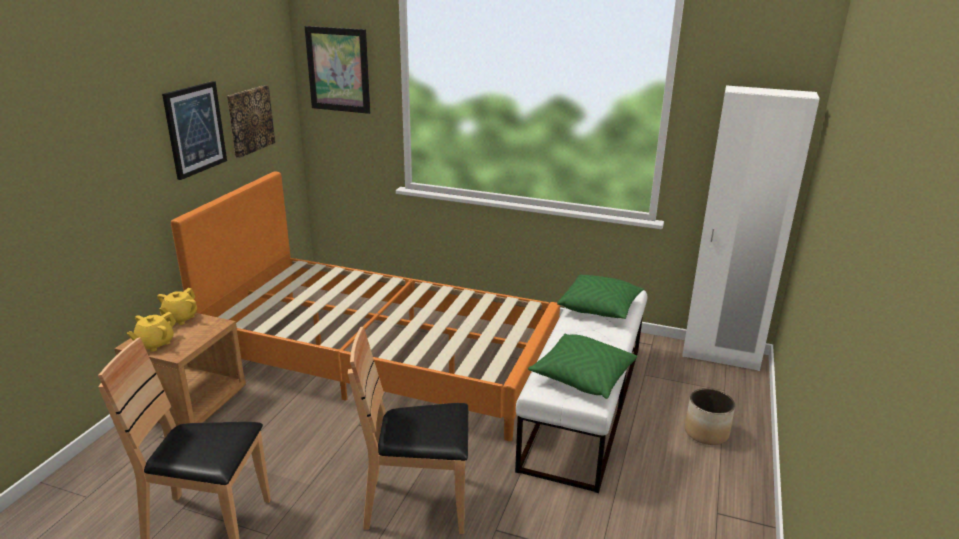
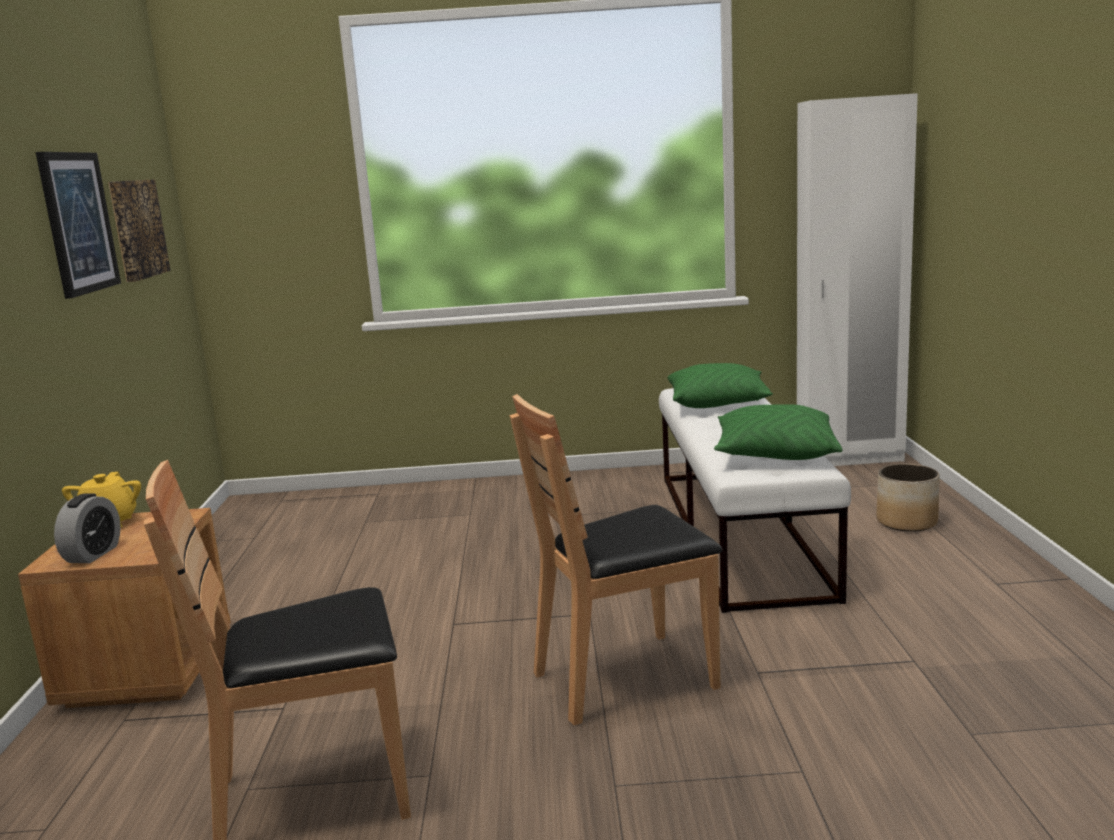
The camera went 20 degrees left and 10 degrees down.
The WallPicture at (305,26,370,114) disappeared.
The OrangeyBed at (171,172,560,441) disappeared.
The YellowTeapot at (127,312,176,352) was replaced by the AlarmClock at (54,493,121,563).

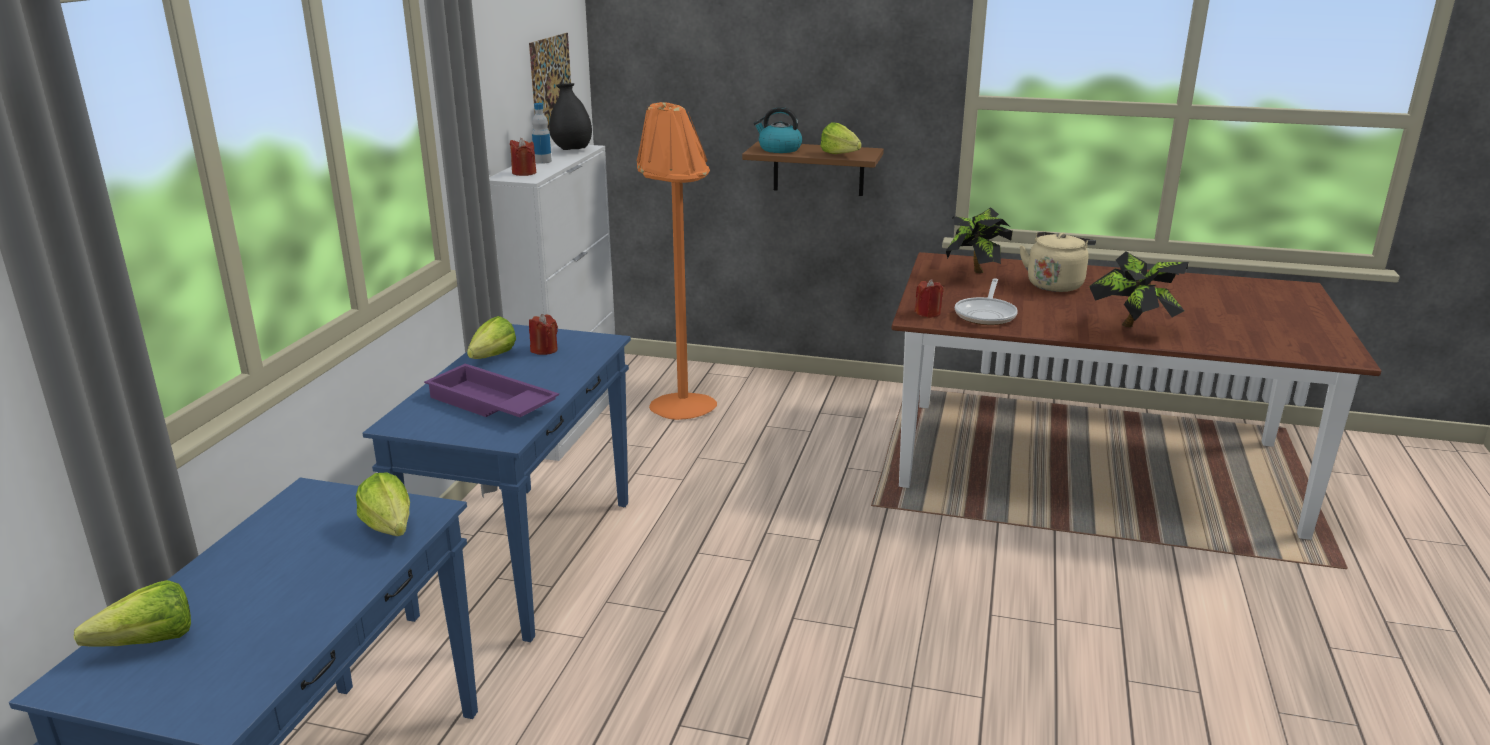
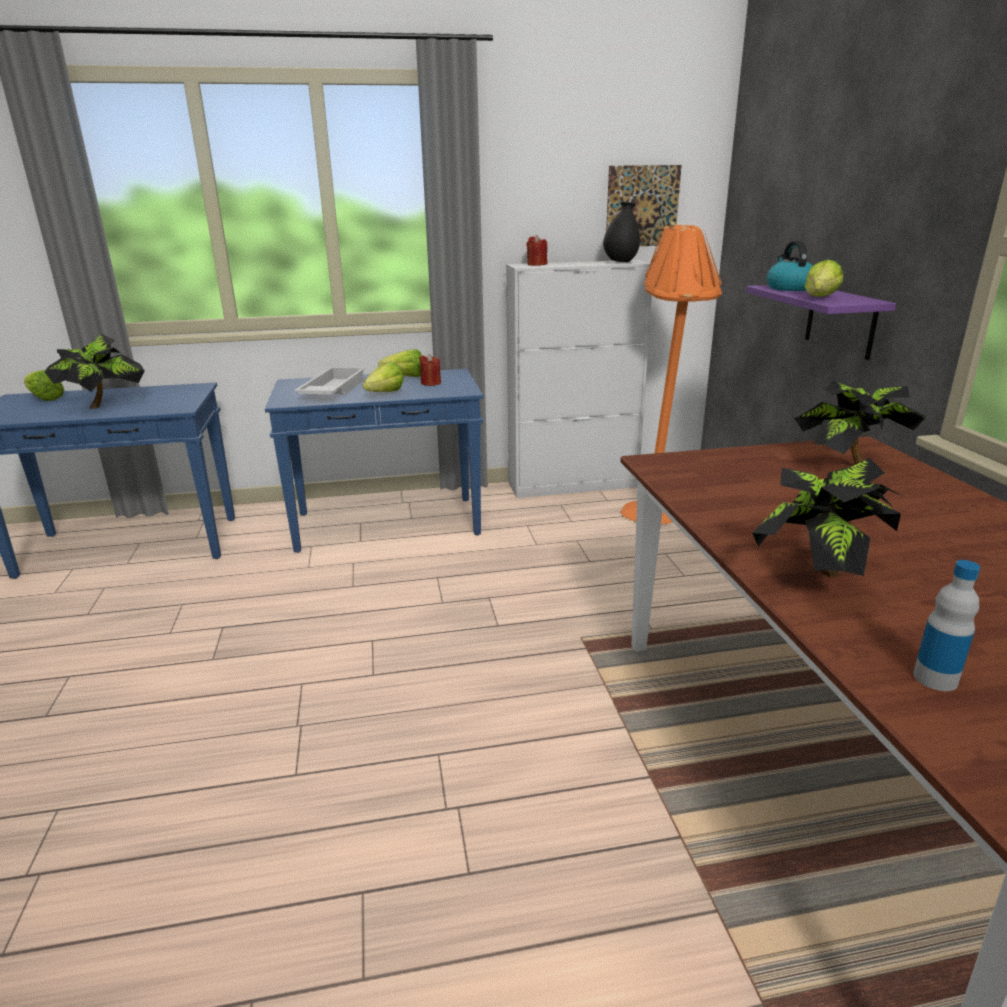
The camera went 65 degrees right and 0 degrees up.
The BeverageBottle moved from (532,103,552,164) to (913,560,981,691).
The BrownishWallShelf at (742,142,884,196) became the PurplishWallShelf at (746,285,896,360).
The SandColouredWaterKettle at (1020,232,1096,292) disappeared.
The Skillet at (955,278,1018,325) disappeared.
The RedCandle at (915,279,944,318) disappeared.
The PurplishServingTray at (424,364,559,417) became the WhiteServingTray at (295,367,365,395).
The LettuceHead moved from (356,472,410,536) to (363,361,404,392).
The PlantInAPot at (44,334,145,409) appeared.

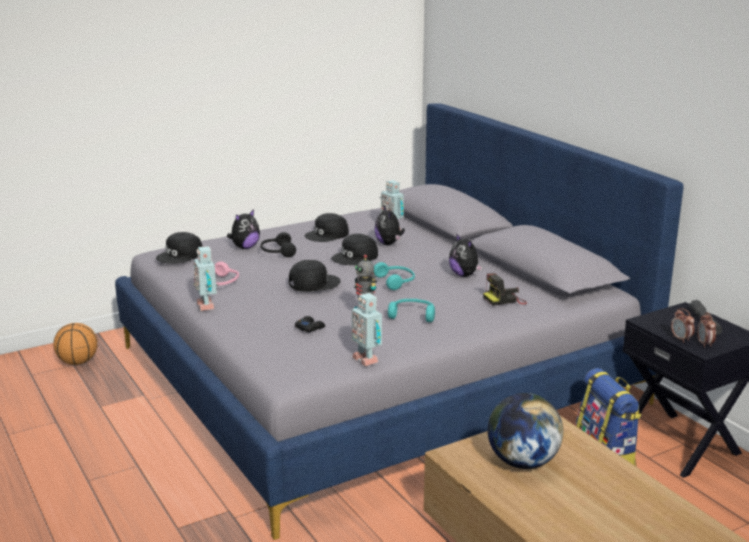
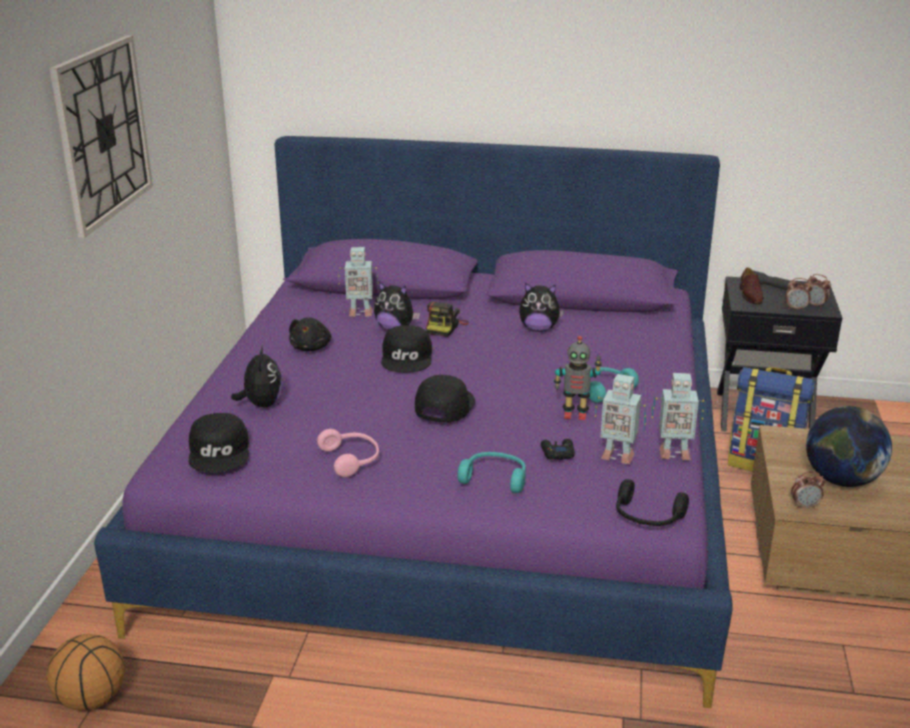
The camera went 50 degrees left and 5 degrees up.
The GreyBed at (115,103,684,540) became the PurplishBed at (94,136,733,708).
The BlackBaseballCap at (304,213,349,242) was replaced by the BlackCuddlyToy at (289,317,331,351).
The BlackHeadphones moved from (260,232,296,257) to (616,479,689,526).
The RobotFigure moved from (194,246,218,311) to (595,374,646,464).
The TurquoiseHeadphones moved from (373,262,415,290) to (457,452,526,493).
The PhotoCamera moved from (483,273,527,306) to (426,302,469,337).
The ClockOnTheWall at (49,35,153,238) appeared.
The BrownishItemOfFootwear at (740,268,763,304) appeared.
The AlarmClock at (791,472,825,509) appeared.

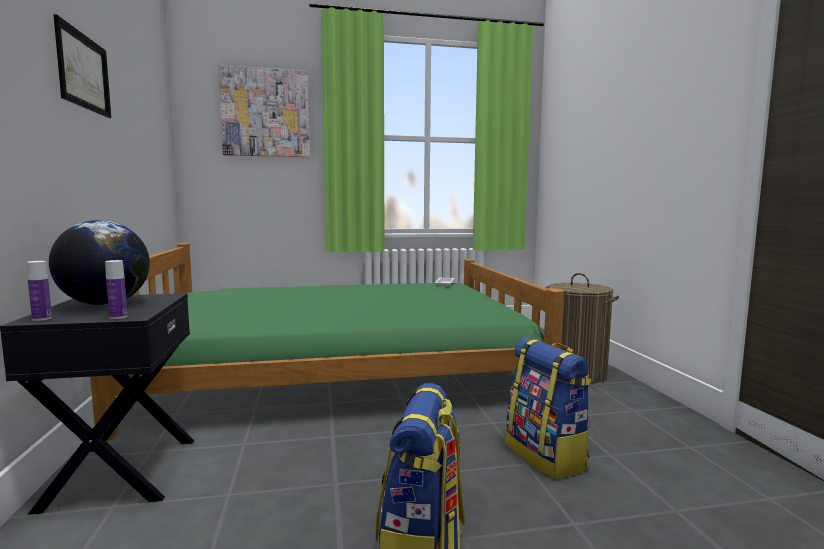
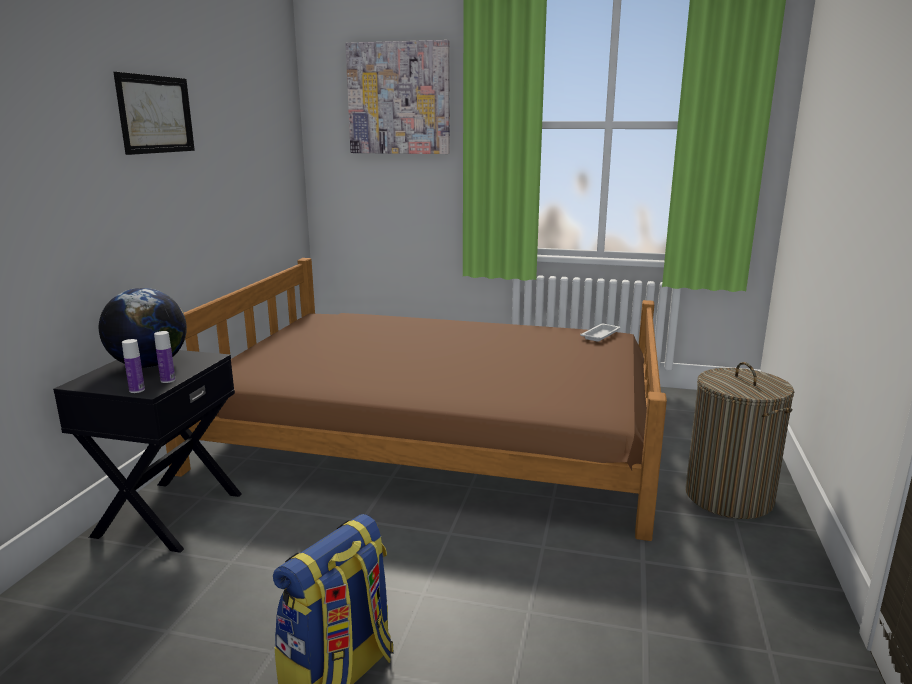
The camera went 25 degrees right and 10 degrees up.
The GreenBed at (90,243,564,441) became the BrownishBed at (166,258,667,541).
The BeverageBottle moved from (26,261,52,321) to (154,331,175,383).
The Backpack at (506,337,592,480) disappeared.

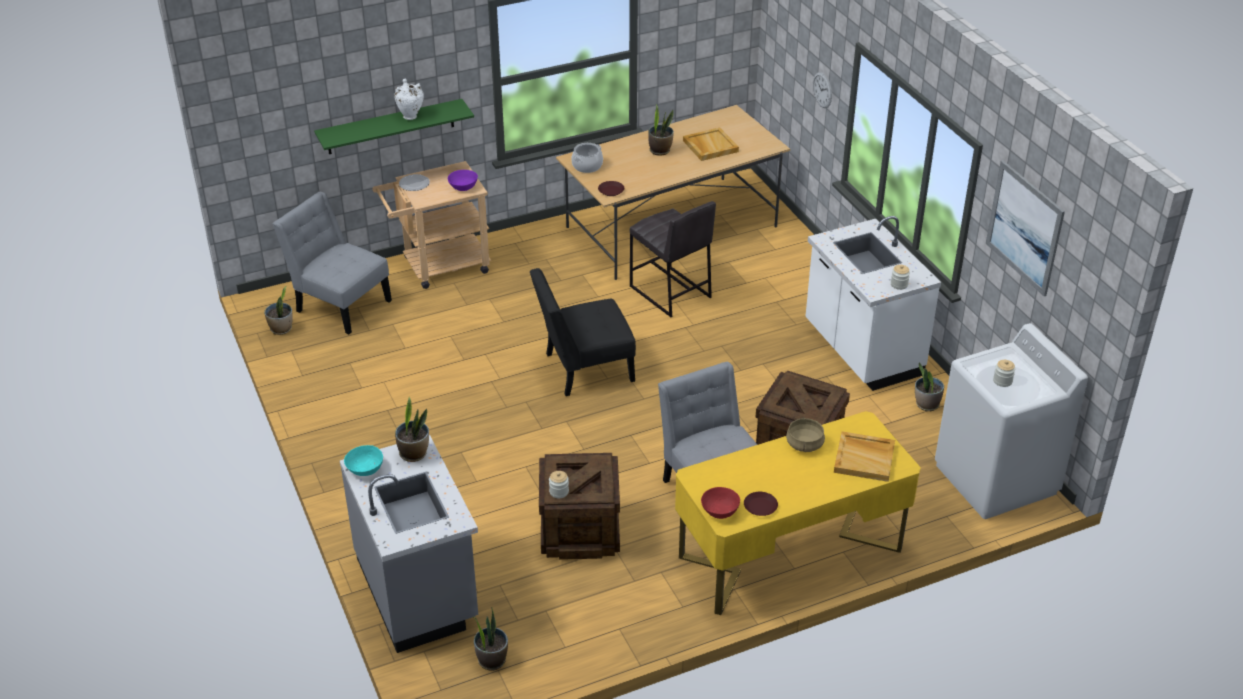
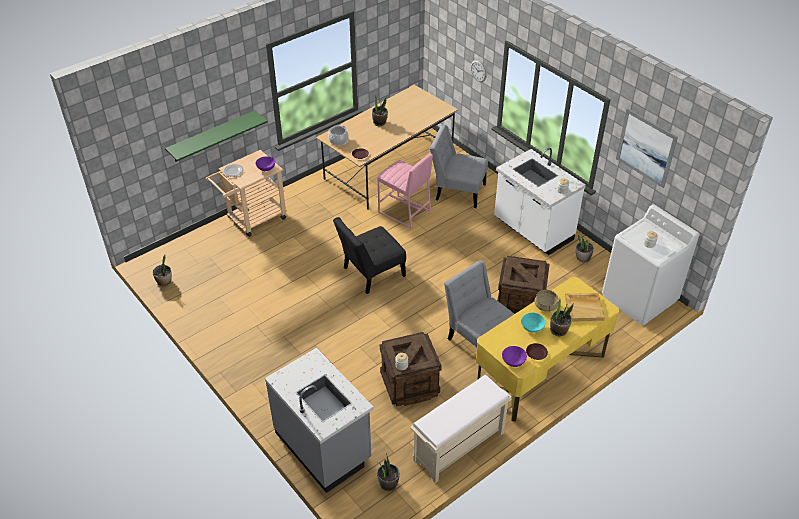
The camera went 15 degrees left and 5 degrees up.
The WhiteFlowerVase at (394,79,424,120) disappeared.
The SandColouredServingTray at (683,127,739,161) disappeared.
The GreyUprightChair moved from (273,192,392,334) to (430,125,488,208).
The GreyStool at (630,201,716,317) became the PinkColouredStool at (377,153,433,229).
The PlantInAPot moved from (395,397,429,462) to (550,299,574,336).
The TurquoiseServingBowl moved from (344,445,383,476) to (521,313,545,333).
The RedServingBowl at (701,487,740,519) became the PurplishServingBowl at (502,346,527,367).
The SandColouredLongSeat at (410,375,512,483) appeared.

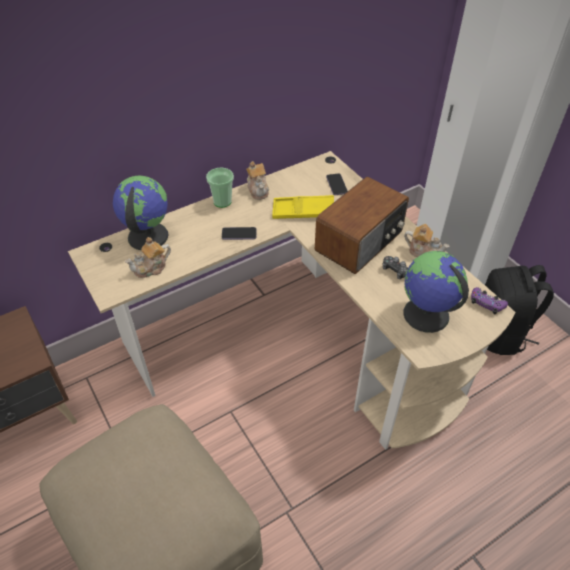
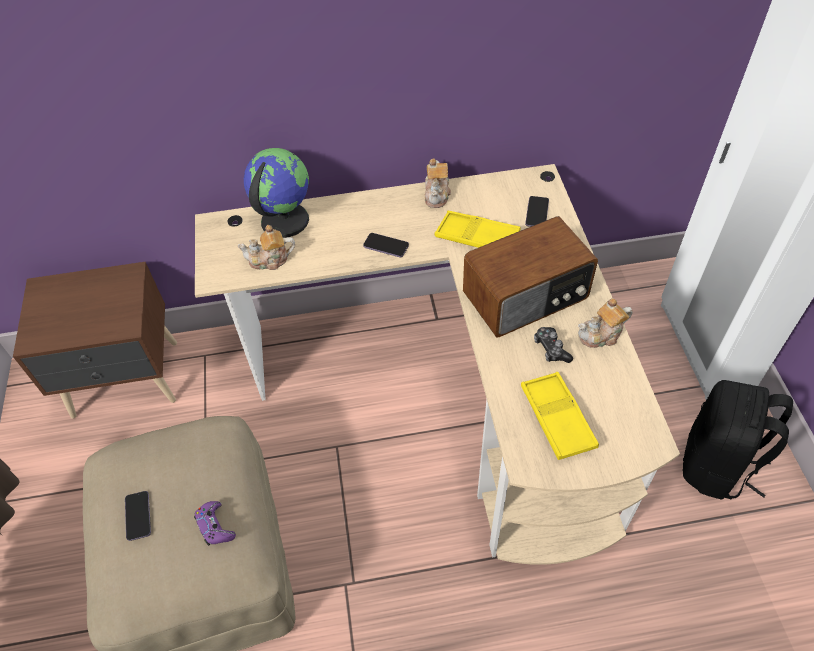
The camera went 25 degrees right and 5 degrees up.
The DrinkingCup at (206,167,234,208) disappeared.
The Teapot at (404,224,450,257) turned 105 degrees clockwise.
The DeskGlobe at (403,251,469,333) was replaced by the YellowServingTray at (521,372,599,460).
The PurplishJoypad moved from (471,287,508,314) to (194,501,236,546).
The Handset at (125,491,151,541) appeared.

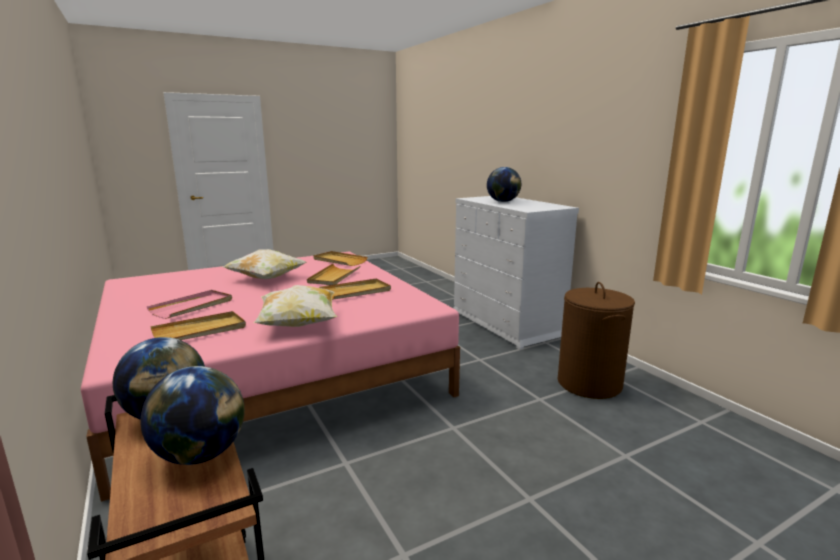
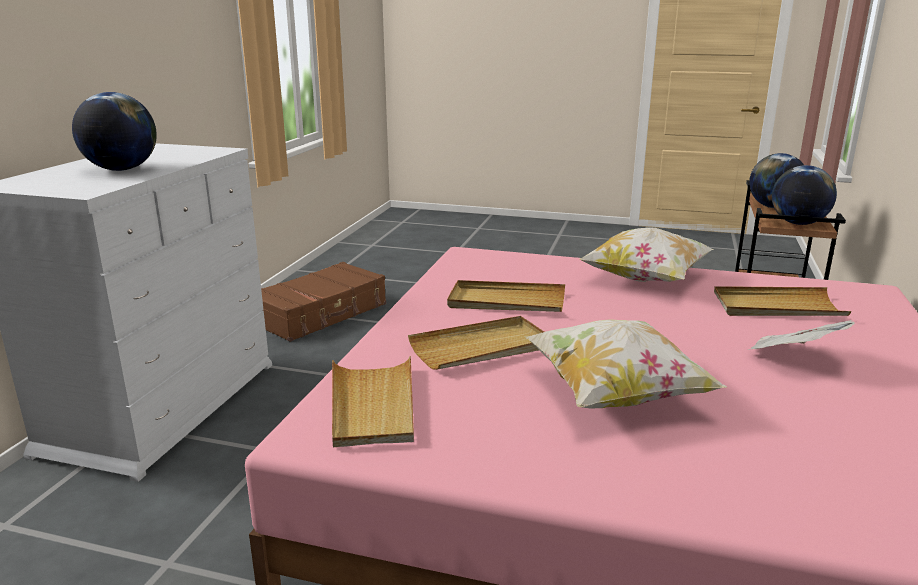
The camera went 135 degrees left and 5 degrees up.
The BrownishWashingBasket at (558,282,635,399) was replaced by the BrownishSuitcase at (261,262,386,342).
The PinkColouredServingTray at (147,290,232,319) was replaced by the DailyPaper at (748,320,855,350).

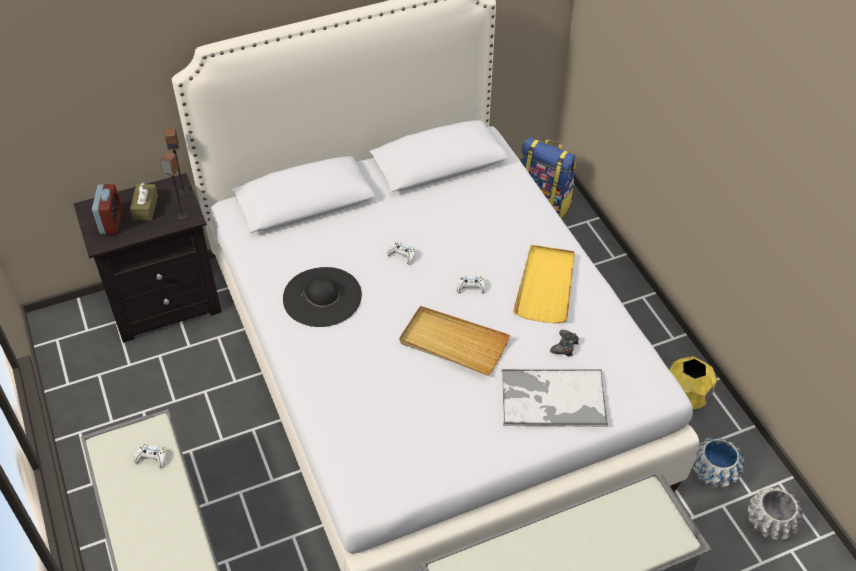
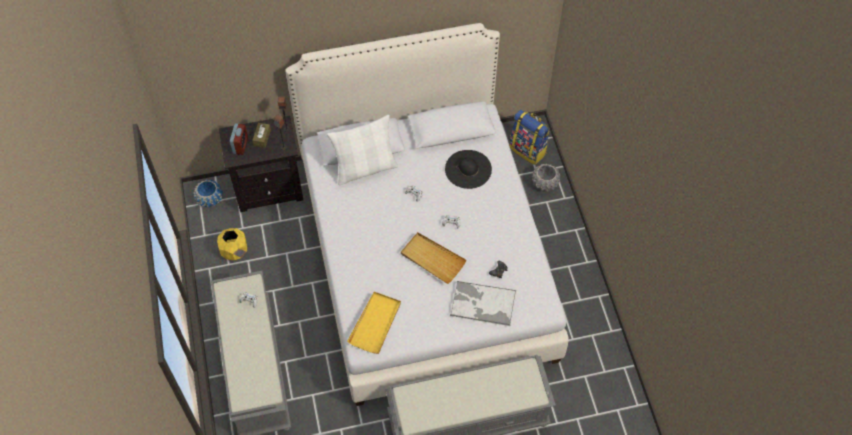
The camera went 10 degrees right and 10 degrees up.
The YellowServingTray moved from (513,245,575,324) to (347,292,401,354).
The BlackClothingHat moved from (283,267,362,327) to (445,150,492,189).
The YellowPlantPot moved from (669,356,717,409) to (217,228,247,260).
The BluePlantPot moved from (693,437,745,488) to (193,179,223,208).
The GreyPlantPot moved from (748,487,803,540) to (532,163,560,192).
The WhitePillow at (327,115,398,185) appeared.

